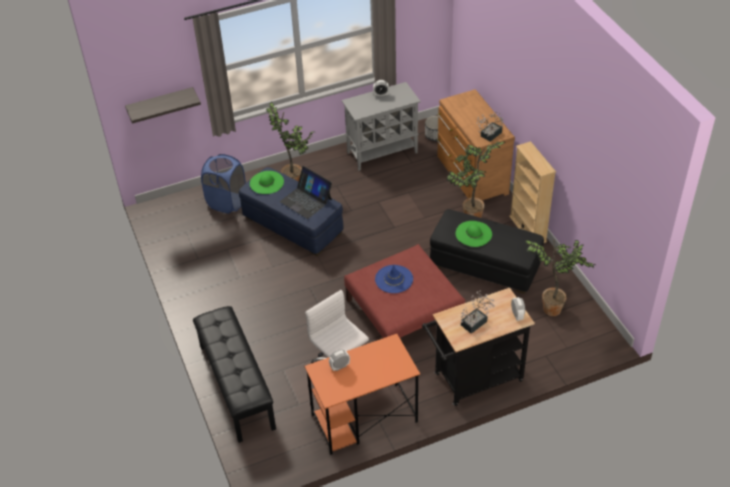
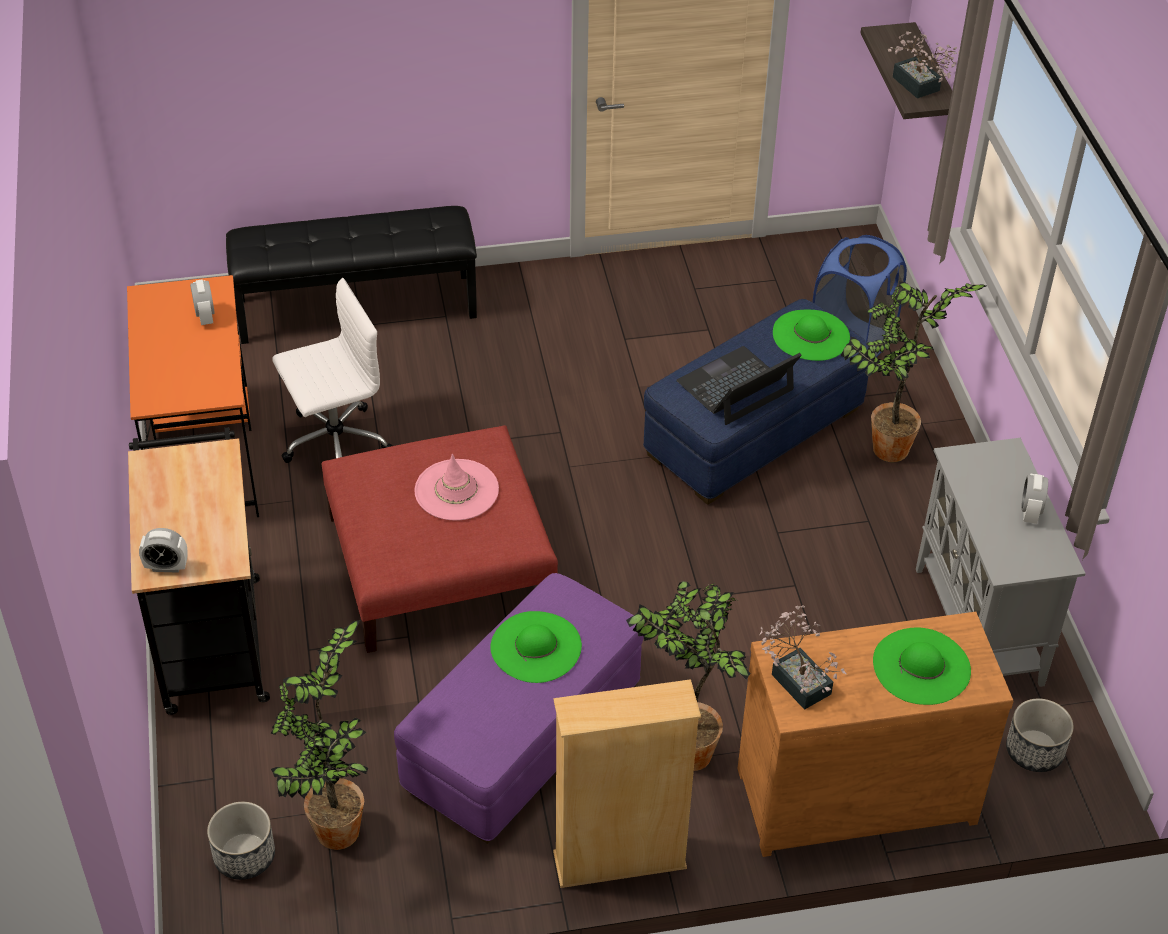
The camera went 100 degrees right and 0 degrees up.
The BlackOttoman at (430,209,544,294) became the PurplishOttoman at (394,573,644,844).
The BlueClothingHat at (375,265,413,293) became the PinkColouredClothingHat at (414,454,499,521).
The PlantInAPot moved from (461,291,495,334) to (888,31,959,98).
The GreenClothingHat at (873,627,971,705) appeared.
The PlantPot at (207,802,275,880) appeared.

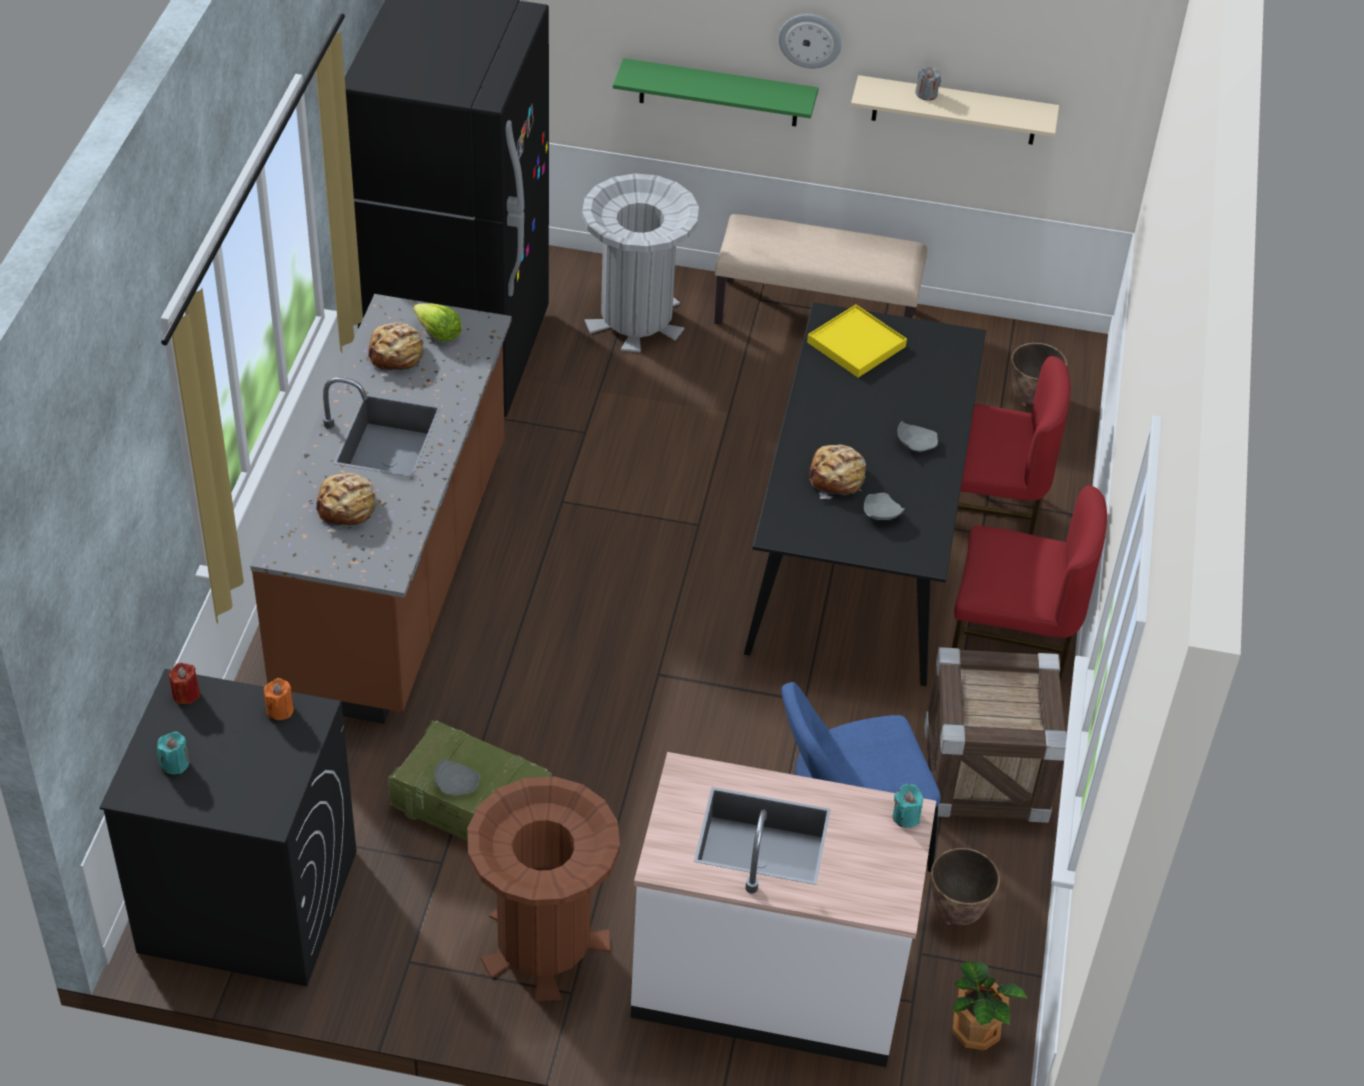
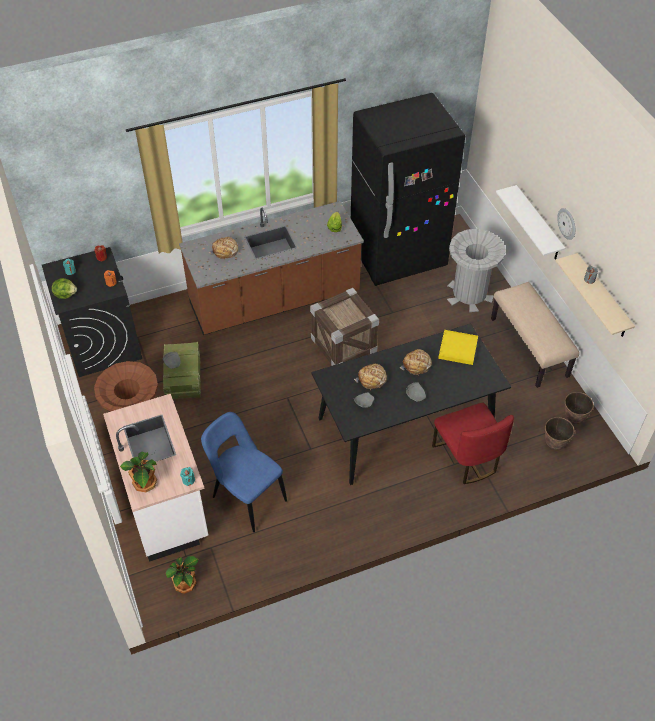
The camera went 60 degrees right and 5 degrees up.
The GreenWallShelf at (613,58,819,126) became the WhiteWallShelf at (496,185,565,260).
The BakeryBread moved from (368,322,424,376) to (400,349,432,375).
The RedUprightChair at (952,486,1107,680) disappeared.
The PackingCrate moved from (924,647,1067,823) to (310,288,379,366).
The PlantPot moved from (931,848,1000,925) to (564,392,594,424).
The LettuceHead at (52,278,77,299) appeared.
The PlantInAPot at (120,452,157,492) appeared.

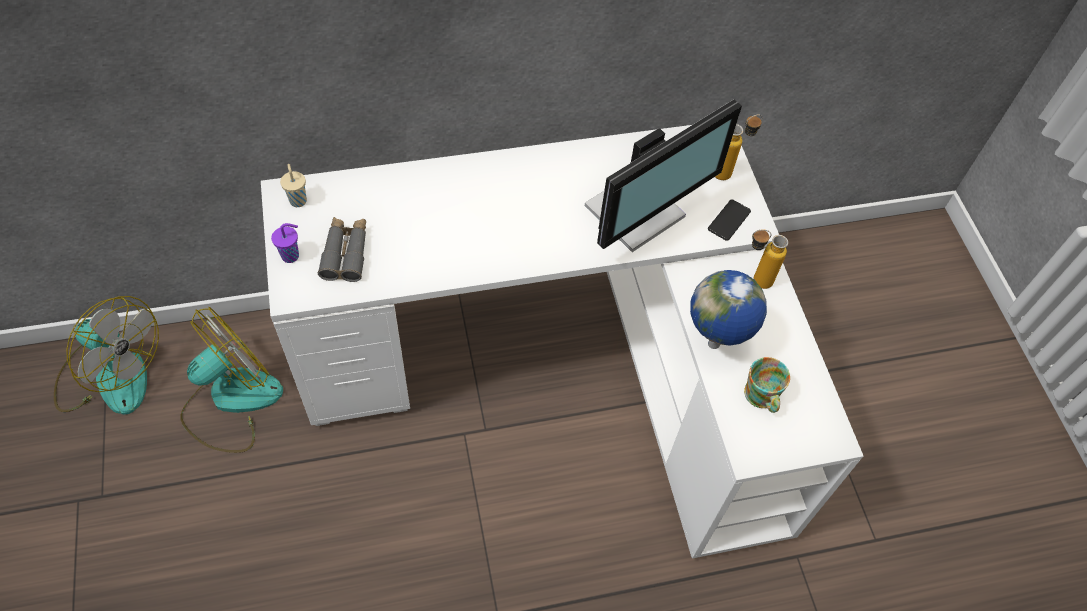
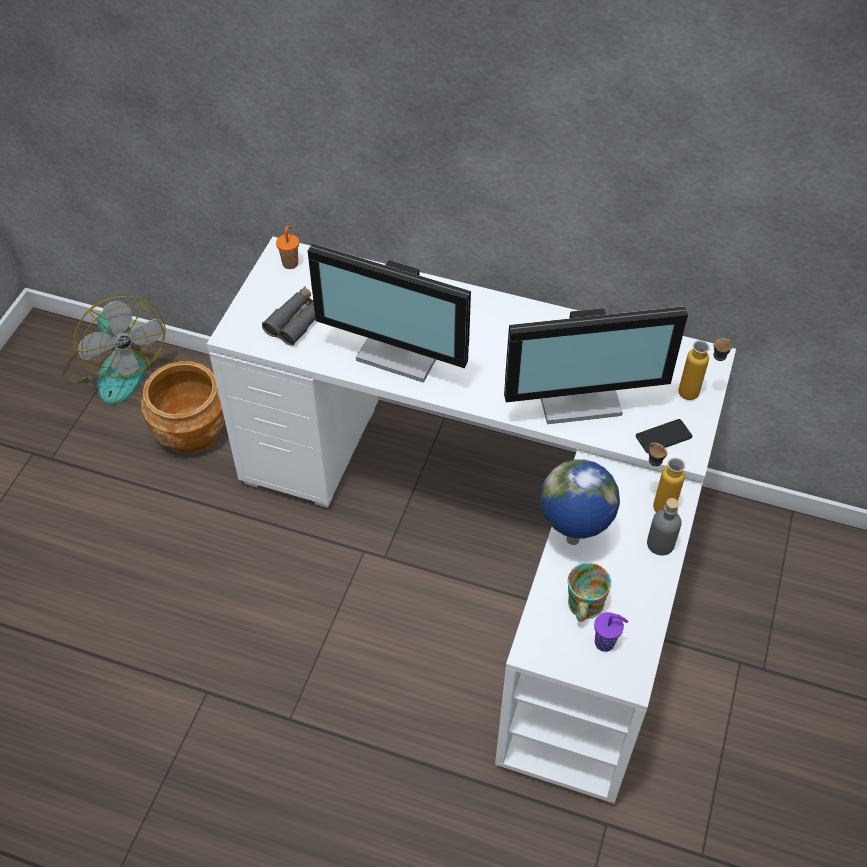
The camera went 35 degrees right and 5 degrees down.
The SandColouredDrinkingCup at (280,164,307,207) became the OrangeyDrinkingCup at (276,226,299,269).
The PurplishDrinkingCup moved from (271,223,299,263) to (594,612,628,652).
The CoolingFan at (180,307,283,453) was replaced by the BrownishPlantPot at (141,361,225,454).
The ComputerScreen at (308,244,471,383) appeared.
The GreyBeverageBottle at (647,498,682,556) appeared.

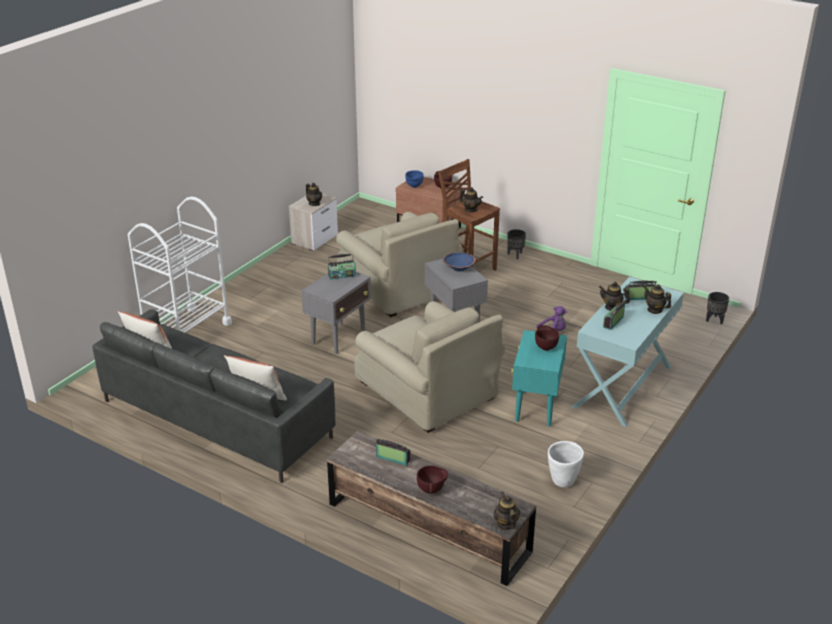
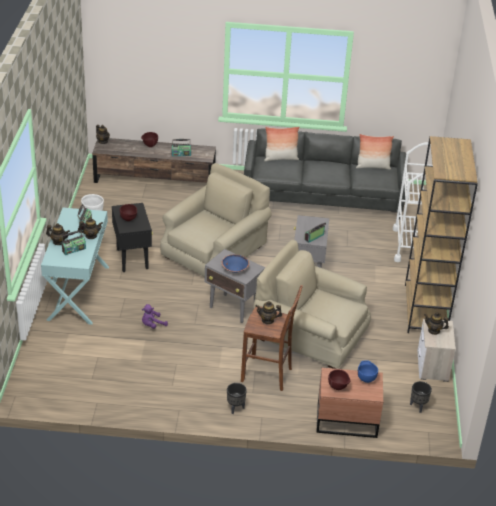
The camera went 150 degrees right and 5 degrees up.
The BlackPlantPot moved from (706,292,730,324) to (410,381,432,413).
The SandColouredLoungeChair at (354,301,505,433) turned 105 degrees clockwise.
The TurquoiseSideTable at (511,330,567,426) became the BlackSideTable at (112,203,153,272).
The BrownishBookshelf at (405,136,478,333) appeared.

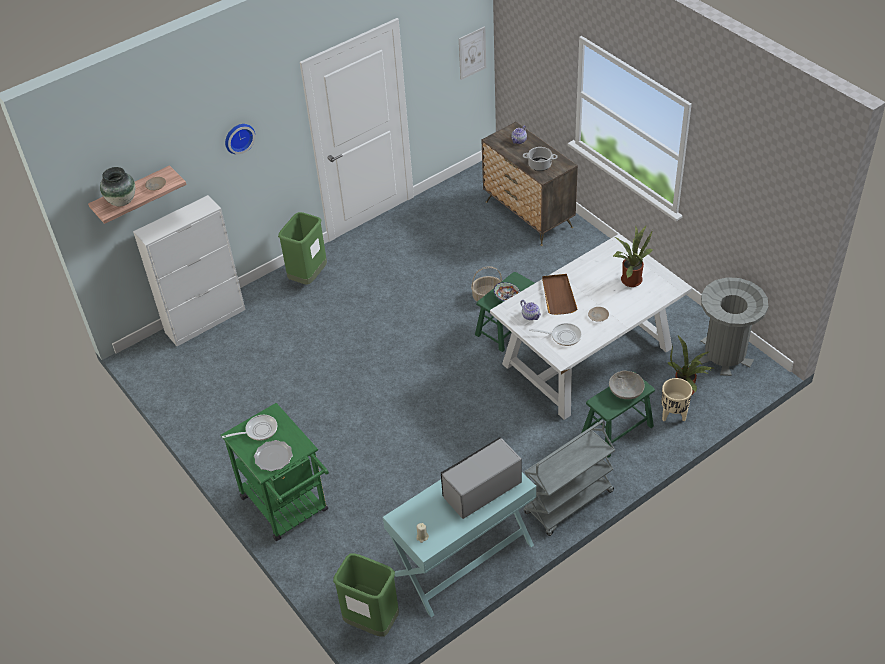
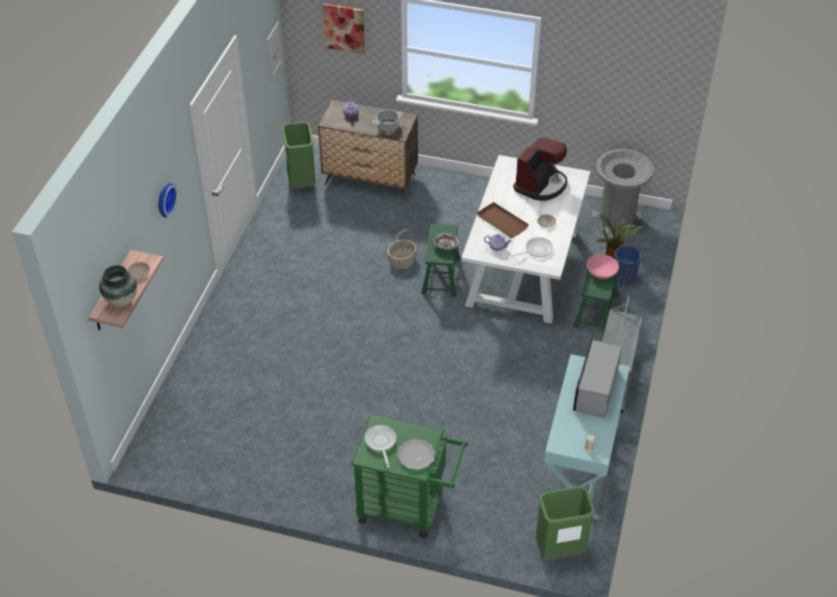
The camera went 40 degrees left and 0 degrees up.
The WhiteCupboard at (133,195,245,346) disappeared.
The GreenTrashCan moved from (278,212,327,285) to (282,122,315,189).
The PlantInAPot at (613,225,653,287) was replaced by the CoffeeMachine at (513,138,567,201).
The GreyServingBowl at (609,371,645,399) became the PinkColouredServingBowl at (587,254,619,279).
The SandColouredPlantPot at (662,378,692,422) became the BluePlantPot at (615,246,641,288).
The Skillet at (222,415,277,441) turned 45 degrees counterclockwise.
The WallPicture at (323,3,365,54) appeared.

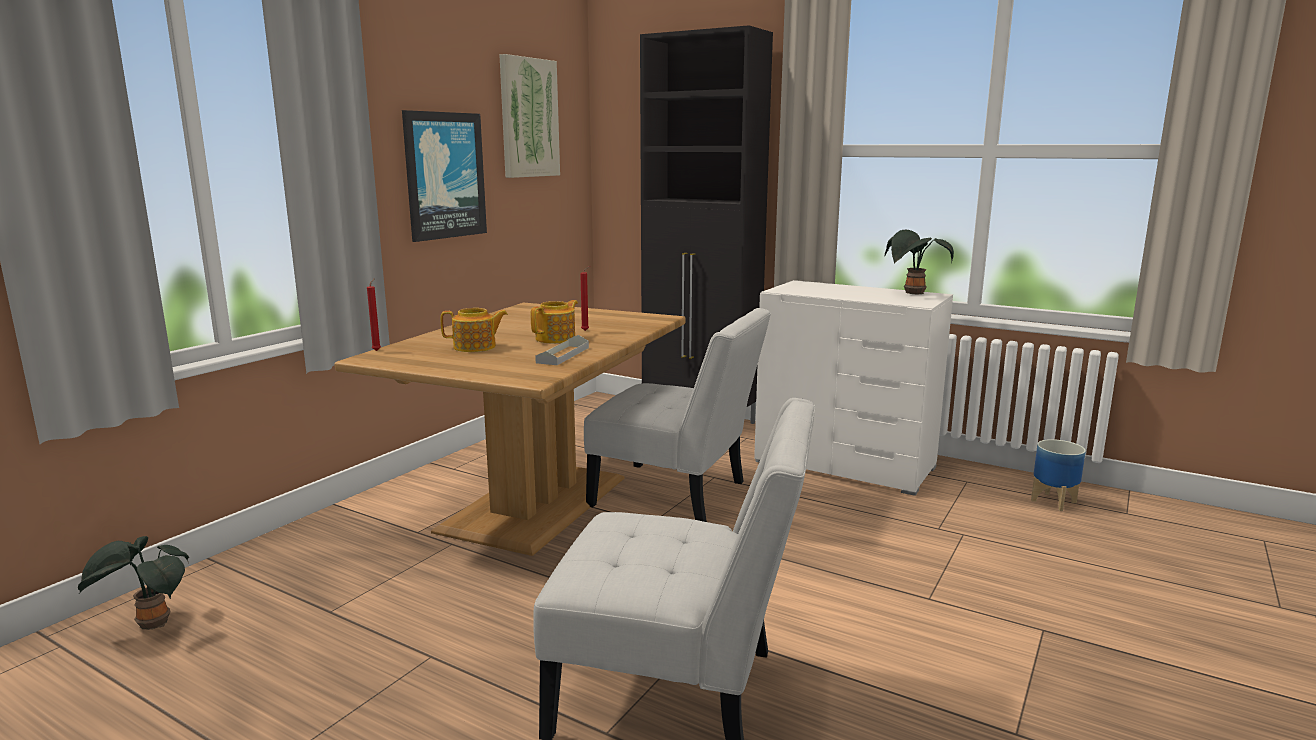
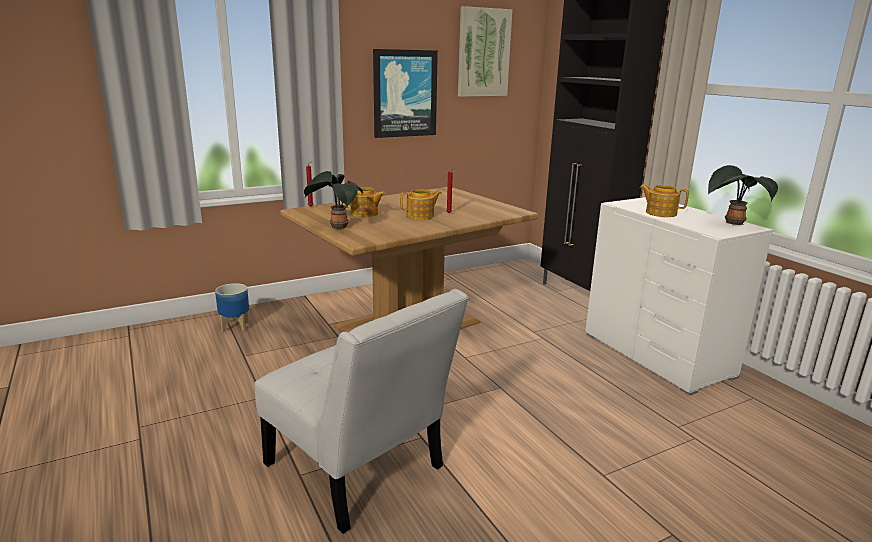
The camera went 30 degrees right and 5 degrees up.
The WhiteUprightChair at (584,308,771,522) disappeared.
The GreyServingTray at (535,335,589,365) disappeared.
The PlantPot moved from (1031,439,1086,511) to (215,283,249,332).
The PlantInAPot moved from (78,536,189,630) to (304,171,363,229).
The Teapot at (640,185,689,217) appeared.

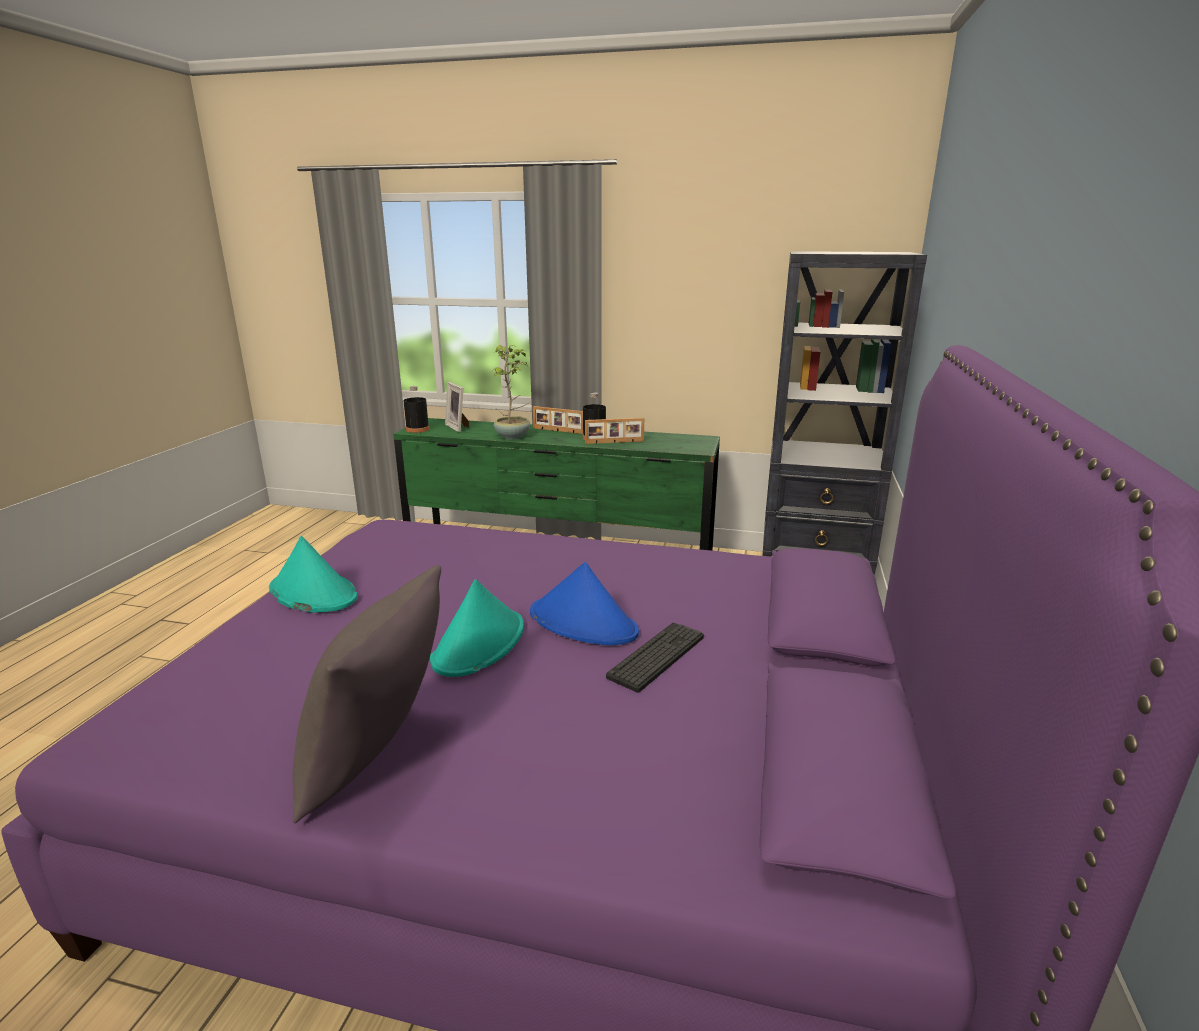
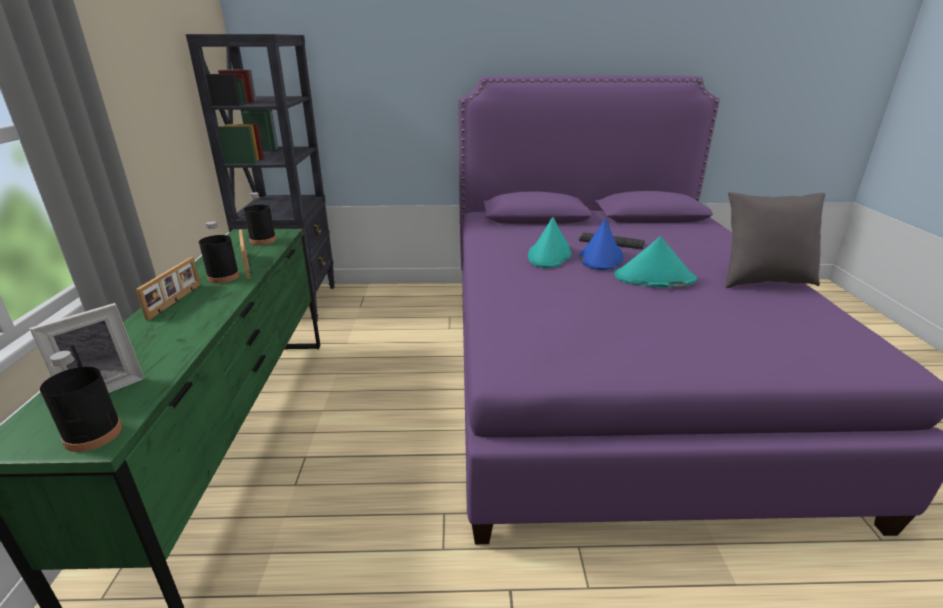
The camera went 105 degrees left and 5 degrees up.
The PlantInAPot at (491,345,530,439) disappeared.
The TurquoiseClothingHat moved from (269,536,358,613) to (528,217,572,268).
The BlackBeverageBottle at (244,192,276,245) appeared.

